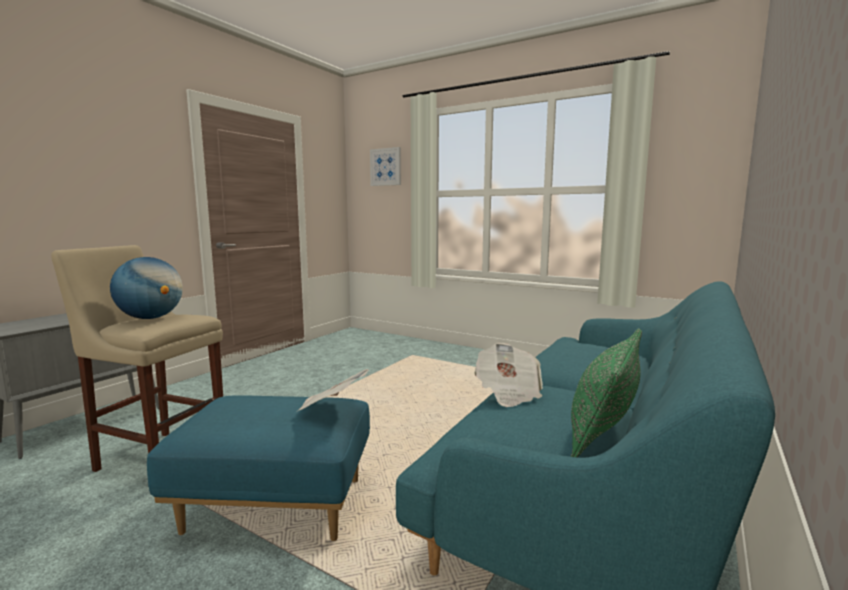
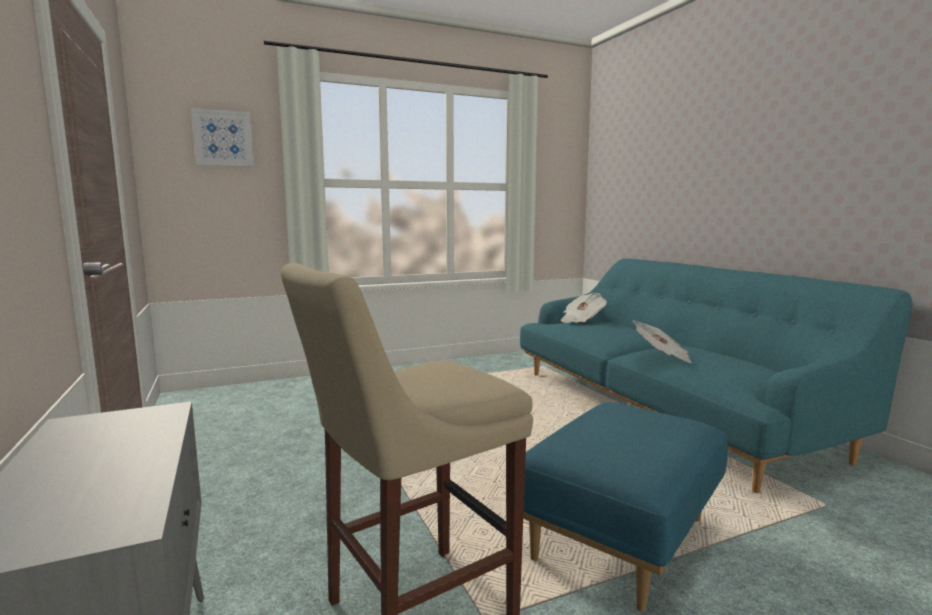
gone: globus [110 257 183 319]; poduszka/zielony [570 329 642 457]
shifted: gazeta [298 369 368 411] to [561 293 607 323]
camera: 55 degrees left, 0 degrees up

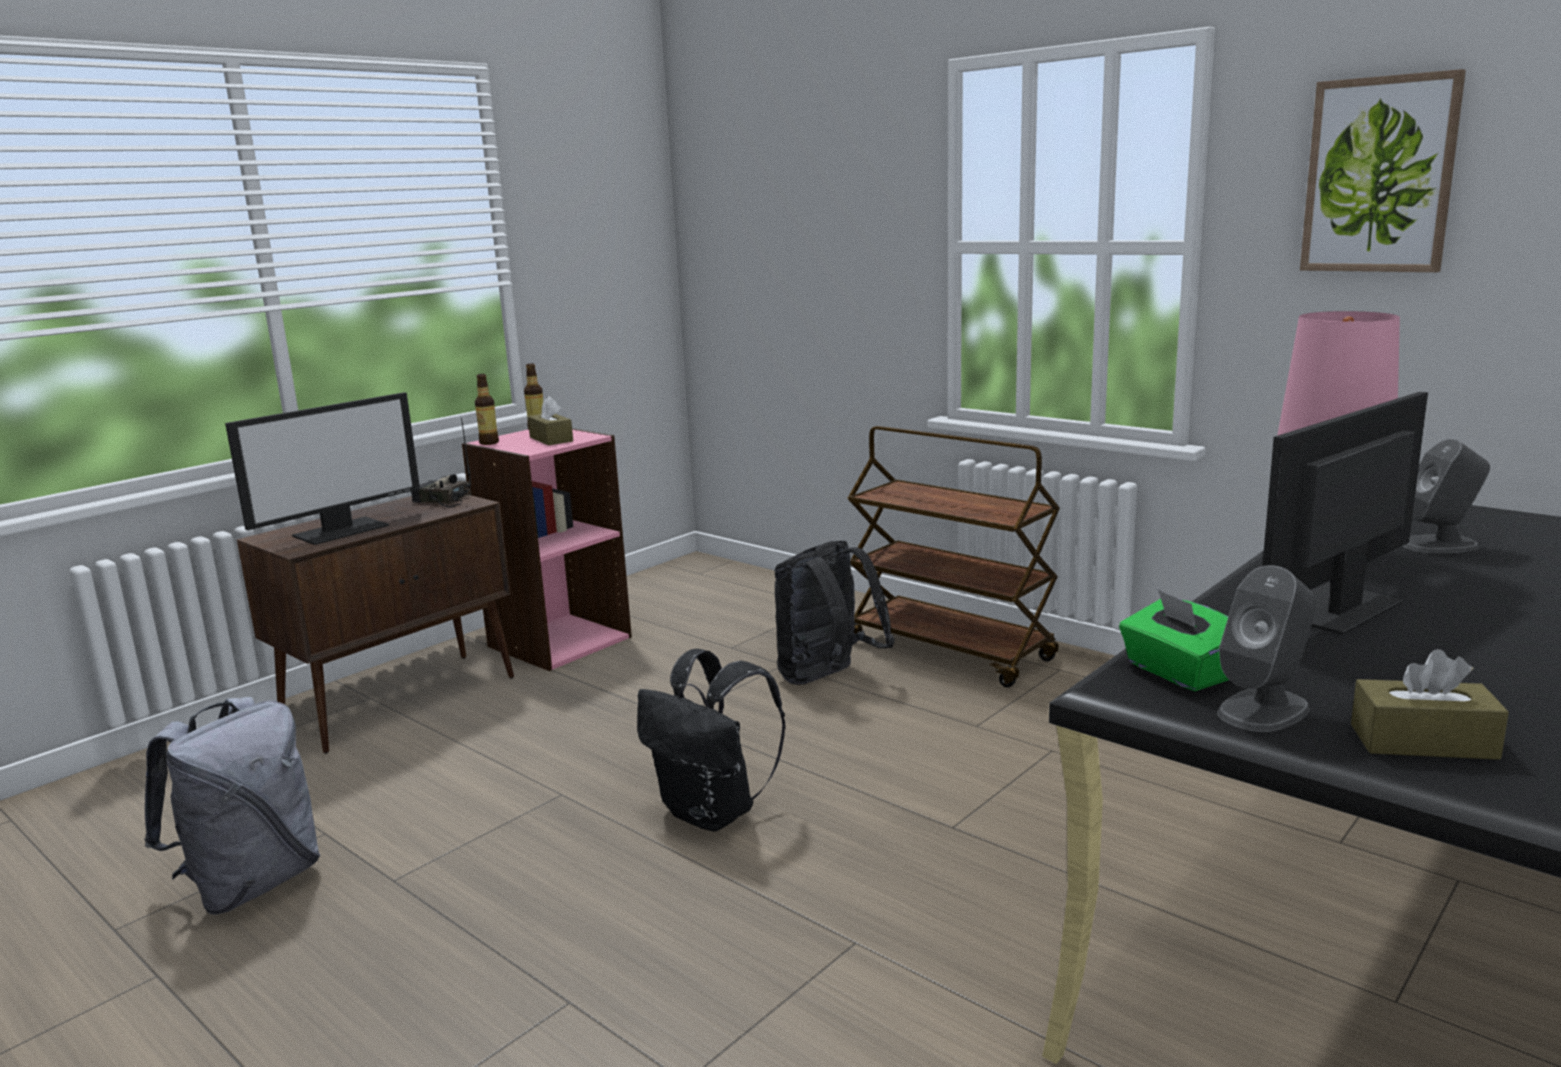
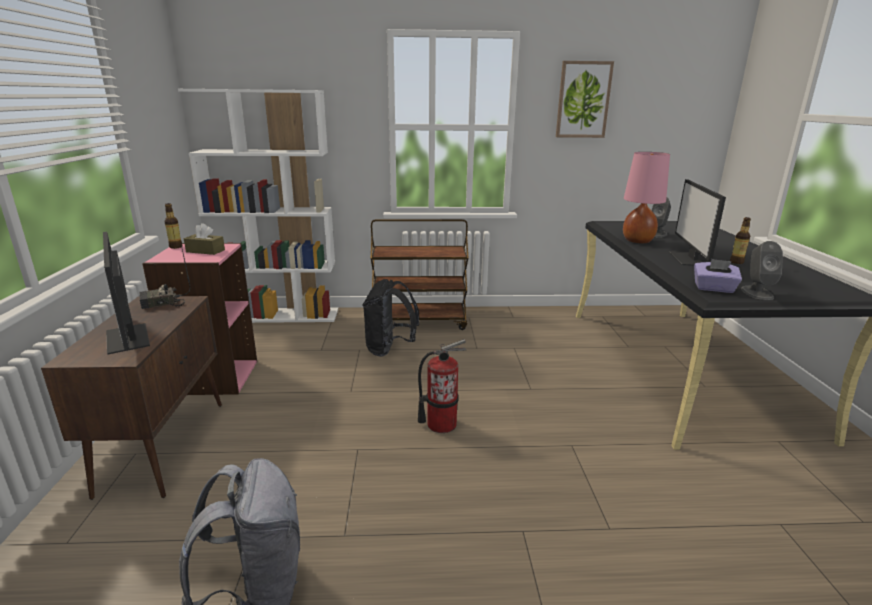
gone: pudełko chusteczek/brązowy [1351 649 1509 760]
new: regał/biały [178 89 338 323]
shifted: butelka [475 374 499 445] to [730 217 751 264]
swapped: plecak/czarny [637 649 786 832] to gaśnica [418 339 466 433]
repainted: pudełko chusteczek/zielony [1119 589 1229 691] to pudełko chusteczek/fioletowy [694 259 742 293]
rotated: monitor [225 392 420 545] = [103 232 150 355] 150 degrees clockwise
camera: 45 degrees left, 5 degrees up

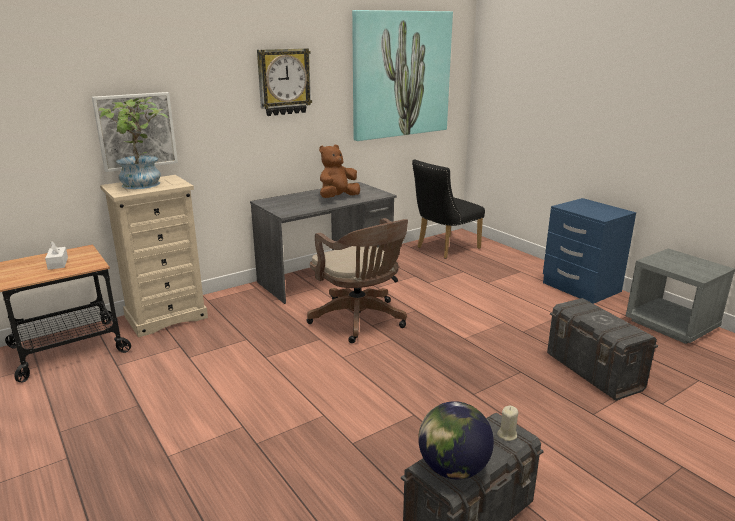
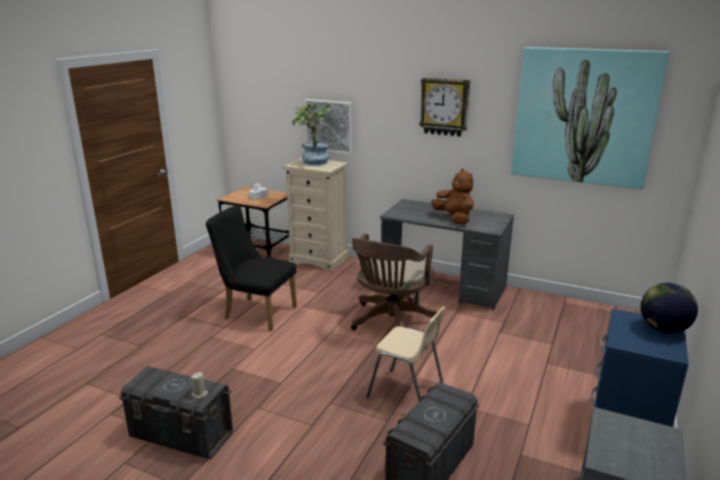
new: krzesło/beżowy [367 307 445 401]
shifted: krzesło/czarny [412 159 485 259] to [205 205 297 331]; globus [418 401 494 479] to [641 283 698 334]
rotated: pluszak/brązowy [319 145 360 198] = [432 169 474 224] 45 degrees clockwise
camera: 60 degrees right, 0 degrees up

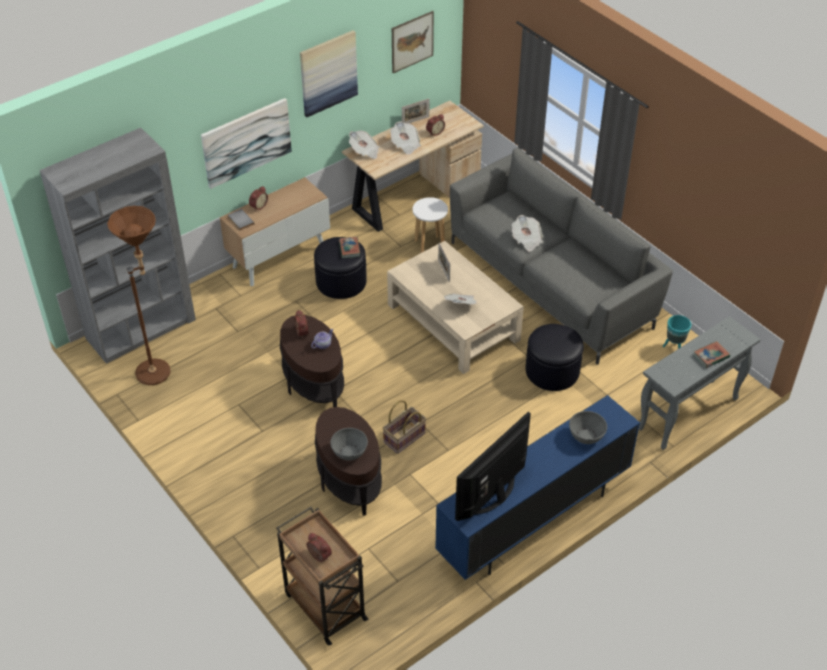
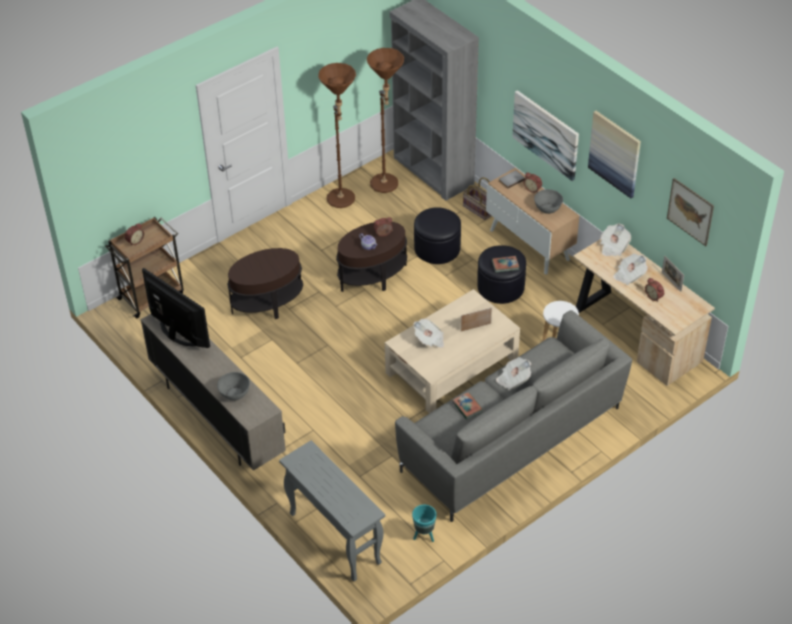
new: lampa stojąca/brązowy [318 63 356 208]
shifted: miska/szary [330 428 368 461] to [534 189 563 214]; koszyk [382 400 426 454] to [463 177 491 220]; pufa/czarny [526 324 584 391] to [414 207 461 264]; książka [693 341 730 368] to [452 392 483 420]
repainted: szafka pod telewizor/niebieski [435 395 640 580] to szafka pod telewizor/beżowy [141 314 286 471]
camera: 90 degrees right, 0 degrees up

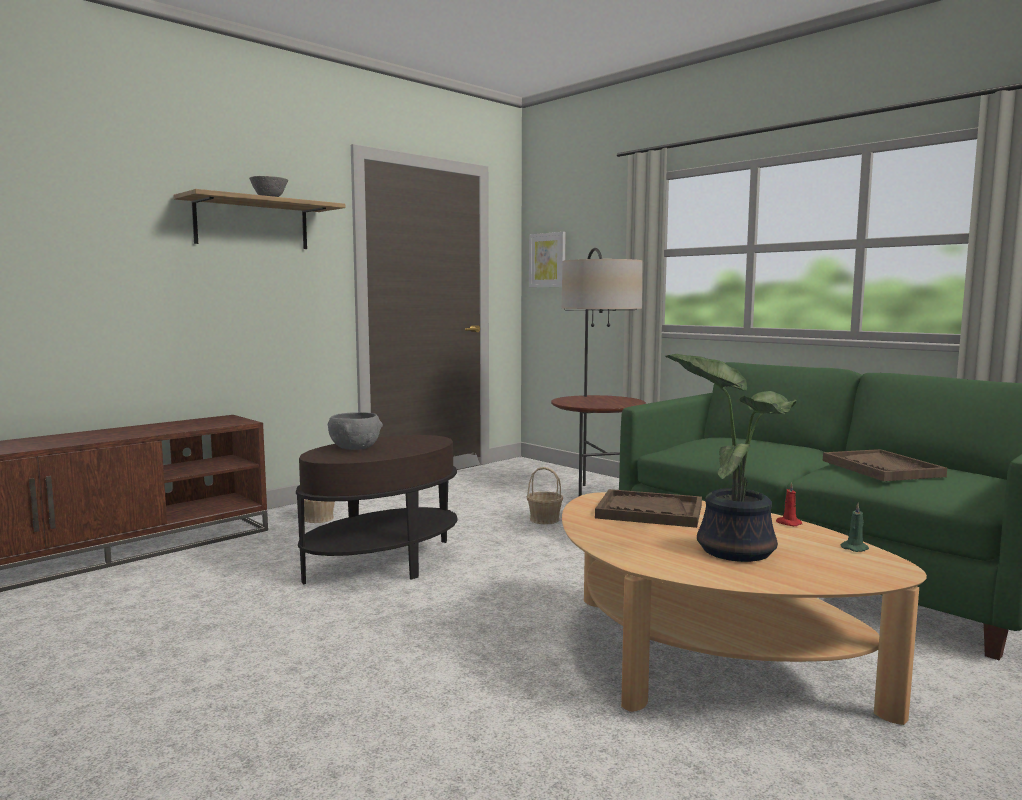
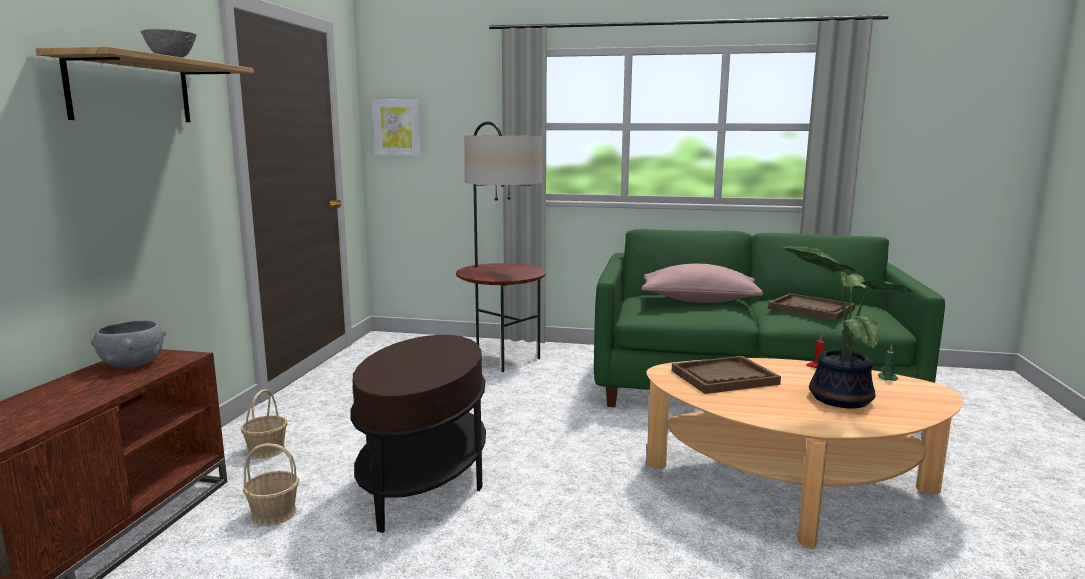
new: poduszka/różowy [642 264 763 303]
shifted: miska/szary [328 412 383 450] to [91 320 166 368]; koszyk [527 467 563 524] to [243 443 299 526]
camera: 35 degrees left, 5 degrees up

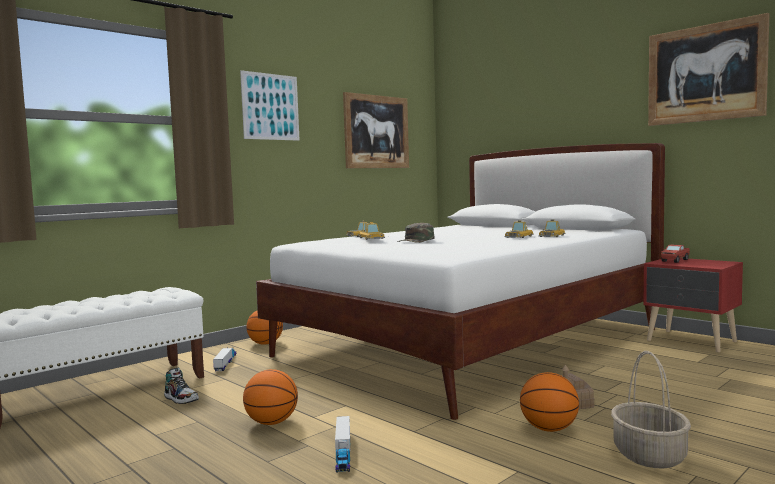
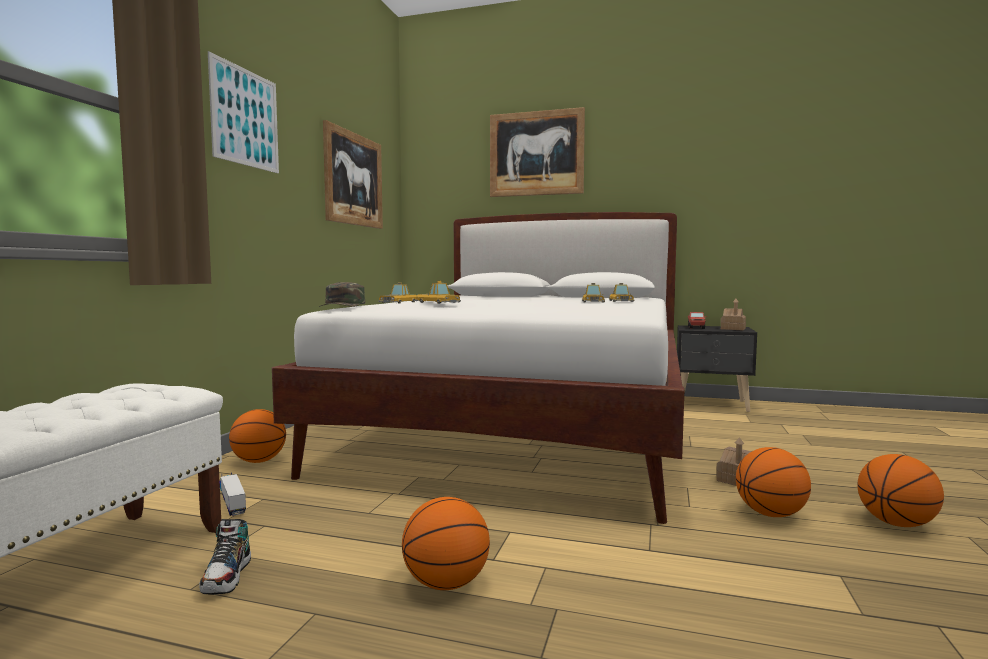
gone: ciężarówka zabawkowa [335 416 350 472]
new: domek [721 299 746 330]
shifted: czapka z daszkiem/zielony [397 223 434 243] to [319 282 365 307]; obraz [648 13 769 126] to [490 107 585 197]
swapped: koszyk [611 351 691 469] to piłka do koszykówki [857 454 944 527]
repainted: szafka nocna/czerwony [643 258 743 352] to szafka nocna/czarny [677 325 757 412]
rotated: but [164 367 199 404] = [199 519 251 595] 75 degrees clockwise
camera: 30 degrees left, 0 degrees up

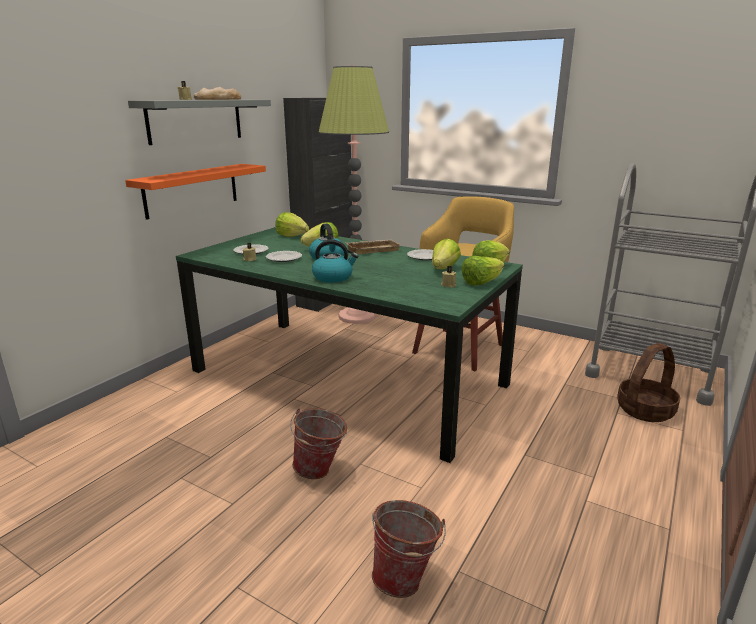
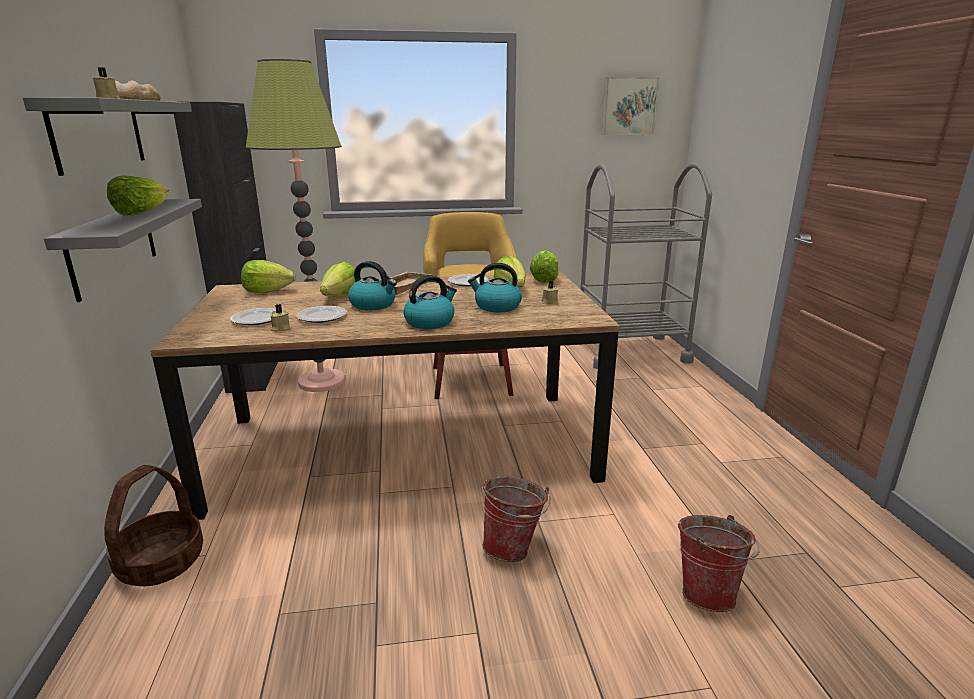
new: czajnik [468 263 522 313]; obraz [601 77 659 135]
shifted: sałata [461 256 504 285] to [107 175 169 216]; koszyk [617 343 680 422] to [104 465 203 586]
repainted: półka/pomarańczowy [125 164 266 220] to półka/szary [44 199 202 302]; stół jadalny/zielony [176 227 523 463] to stół jadalny/brązowy [150 272 620 520]
camera: 40 degrees left, 0 degrees up

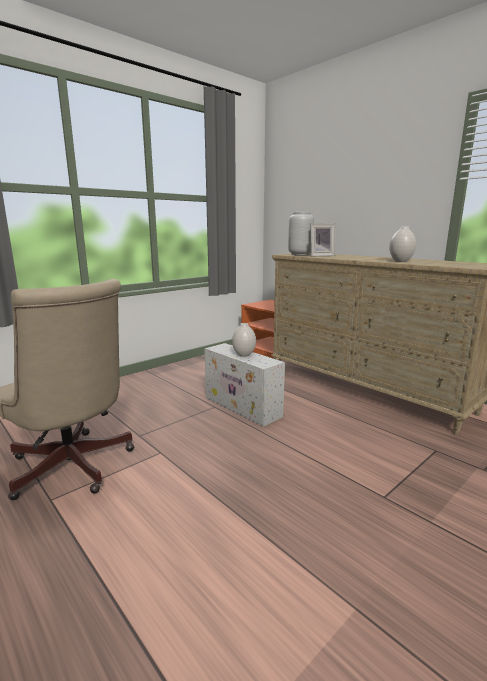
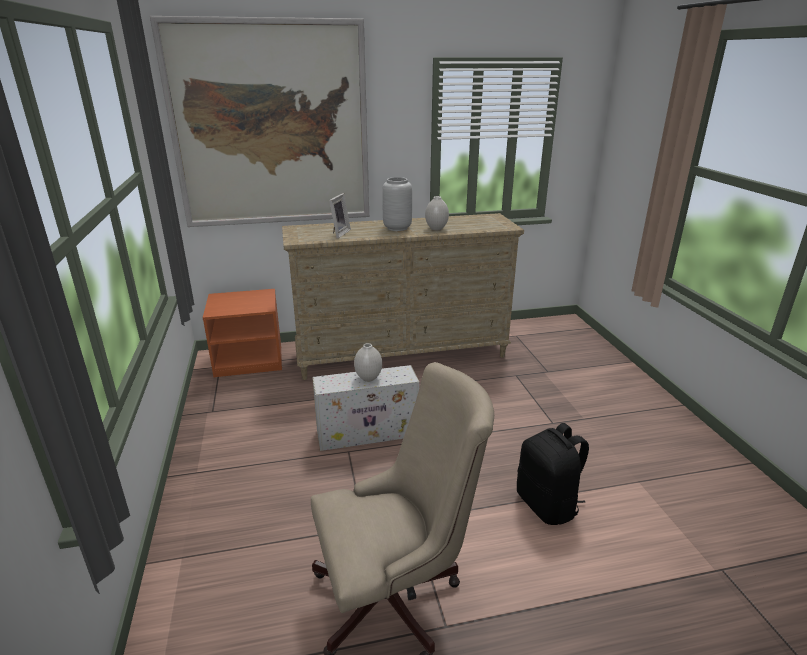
new: obraz [150 16 369 227]; plecak/czarny [517 423 589 525]
shifted: wazon/szary [288 212 314 255] to [382 177 412 231]
camera: 60 degrees left, 10 degrees up

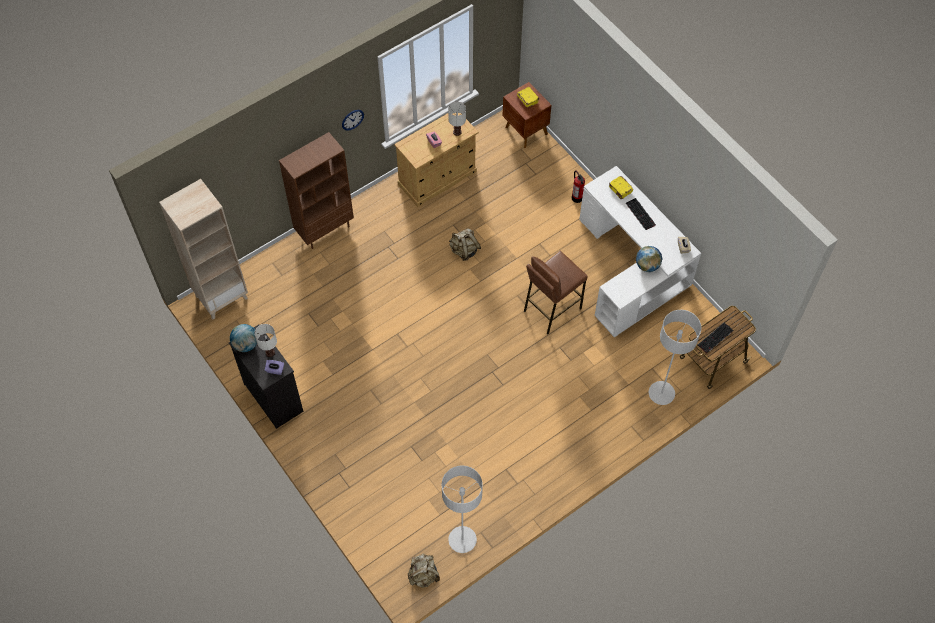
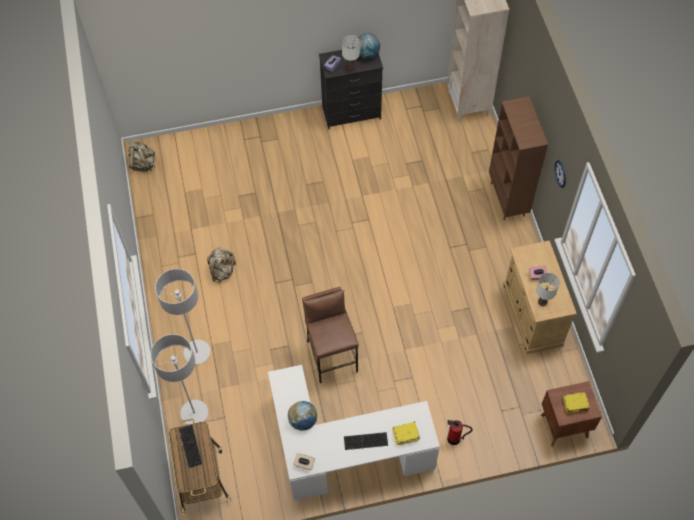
shifted: lampa stojąca/szary [442 466 483 553] to [155 269 211 364]; plecak/beżowy [449 228 481 261] to [207 248 237 283]
camera: 115 degrees right, 0 degrees up

